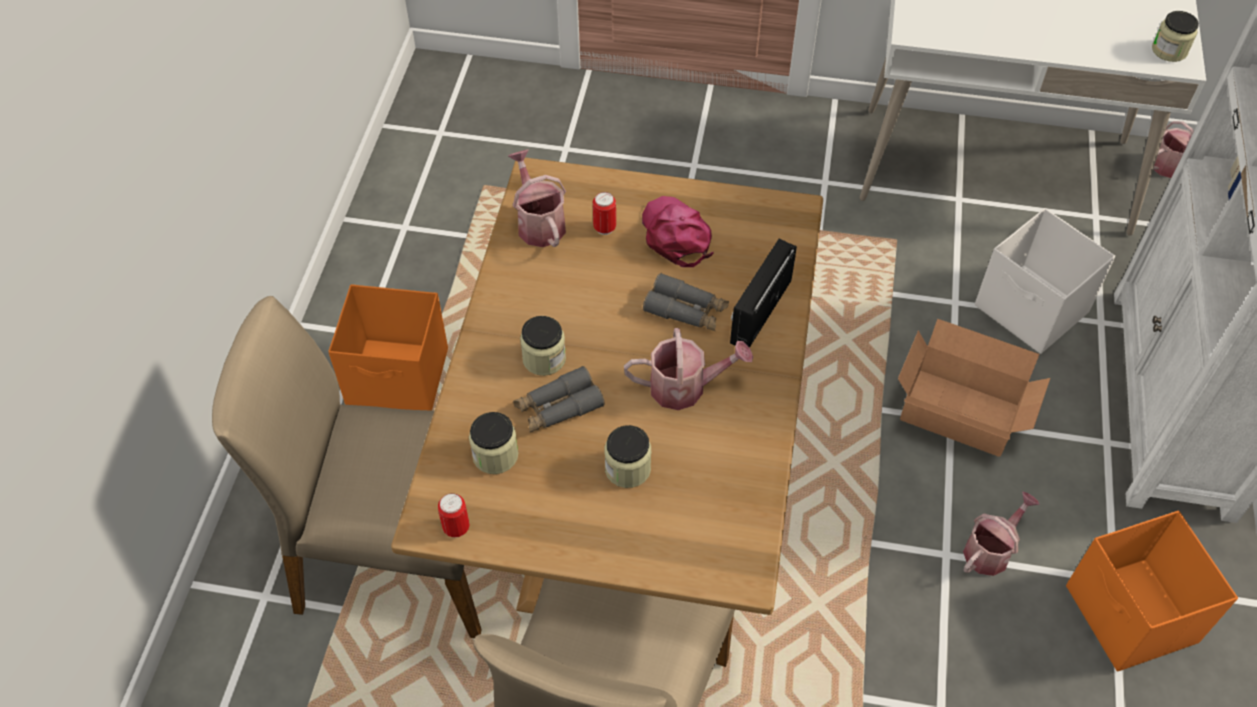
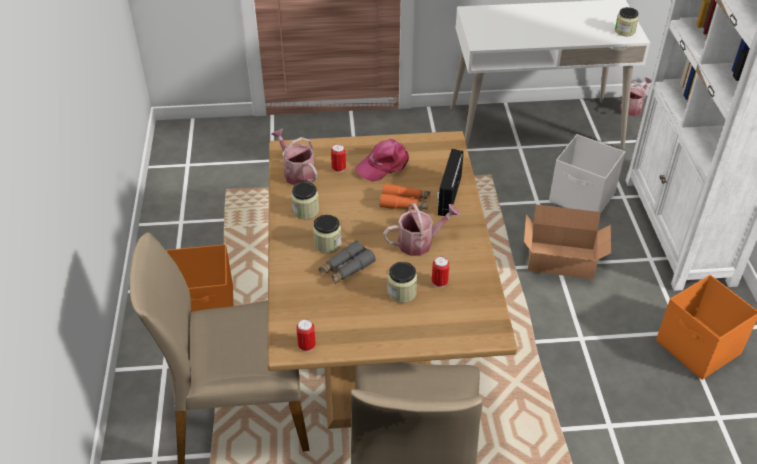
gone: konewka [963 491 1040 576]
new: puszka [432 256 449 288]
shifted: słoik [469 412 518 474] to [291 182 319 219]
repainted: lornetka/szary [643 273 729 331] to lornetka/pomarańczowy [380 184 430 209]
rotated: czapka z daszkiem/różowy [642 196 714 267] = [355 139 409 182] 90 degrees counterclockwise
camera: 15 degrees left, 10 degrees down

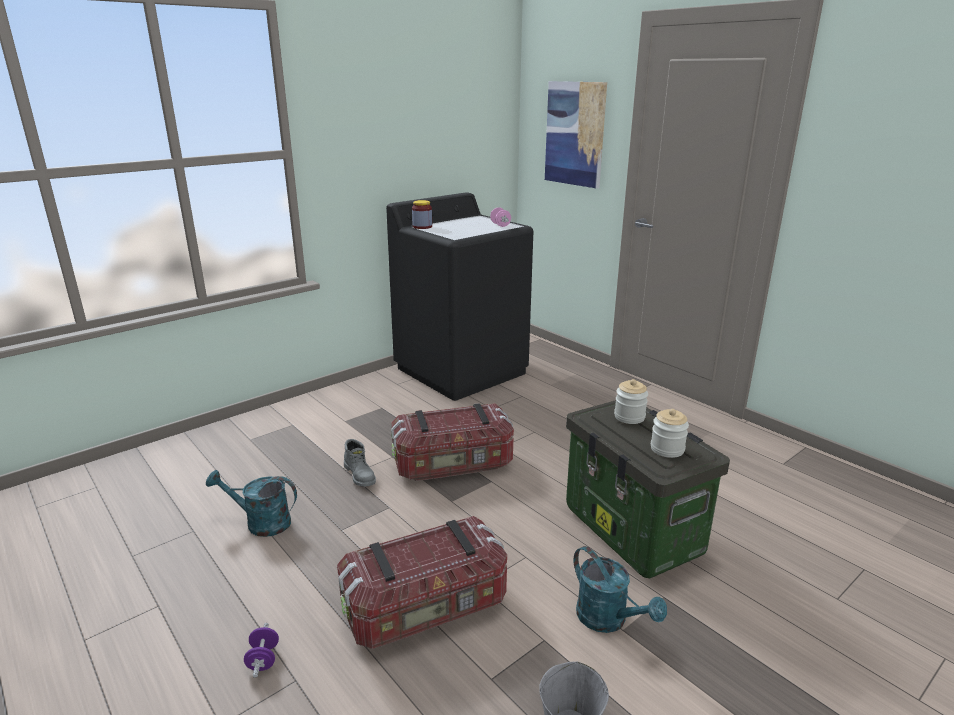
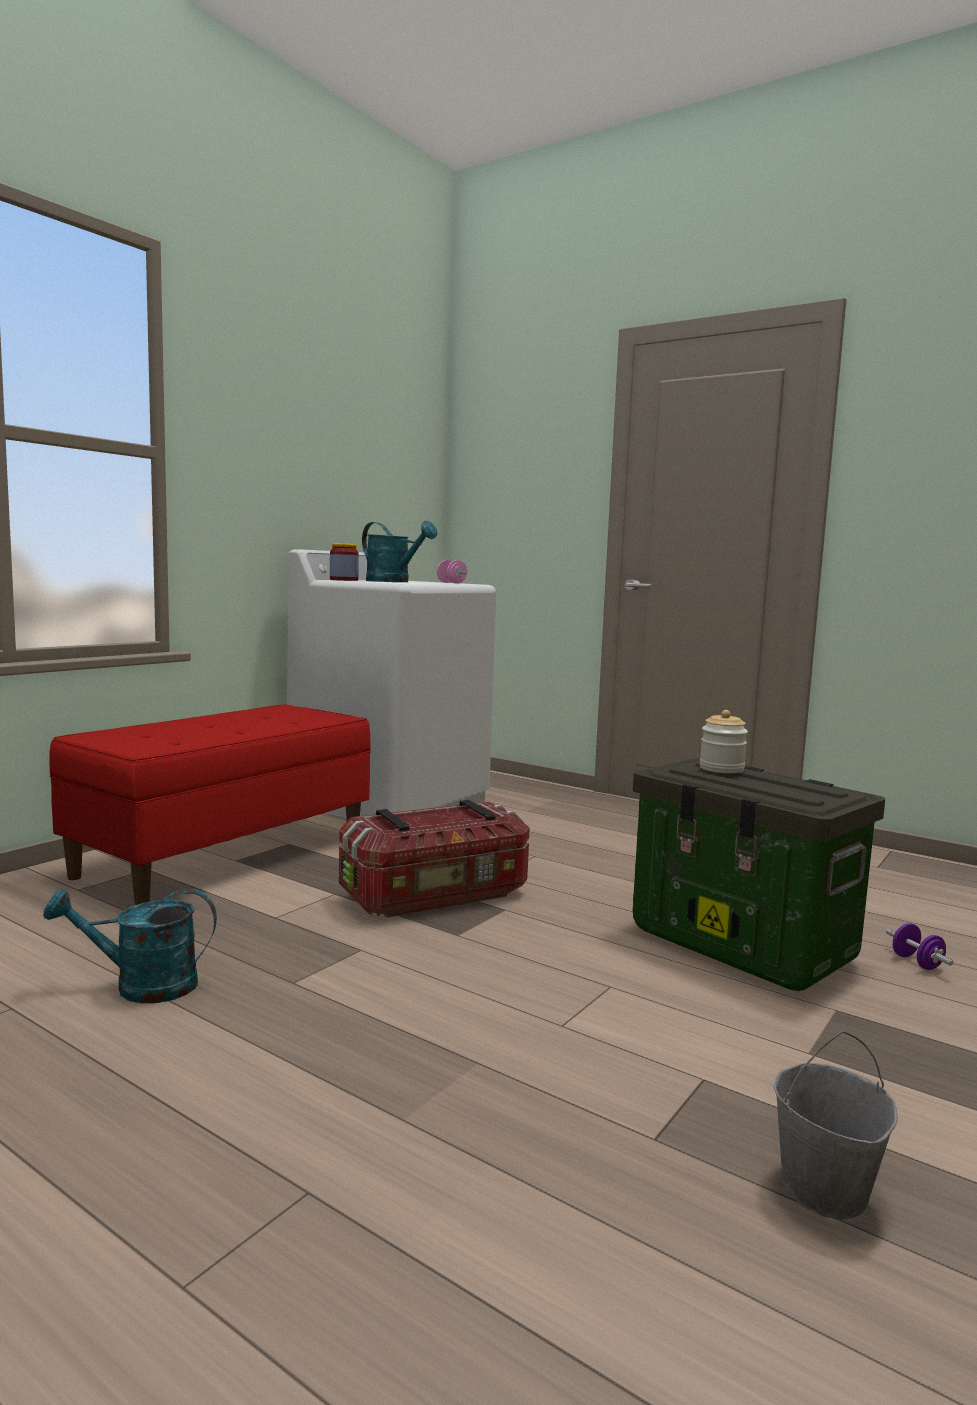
gone: pojemnik do przechowywania [337 516 507 649]; but z cholewką/szary [344 439 376 486]; obraz [545 81 607 189]; słoik [651 409 689 458]
new: ławka/czerwony [49 704 371 905]
shifted: hantel/fioletowy [244 623 279 678] to [886 923 953 970]; konewka/turkusowy [574 546 667 633] to [362 521 437 582]
repainted: pralka/czarny [386 192 533 401] to pralka/biały [287 549 497 818]
camera: 15 degrees left, 15 degrees down

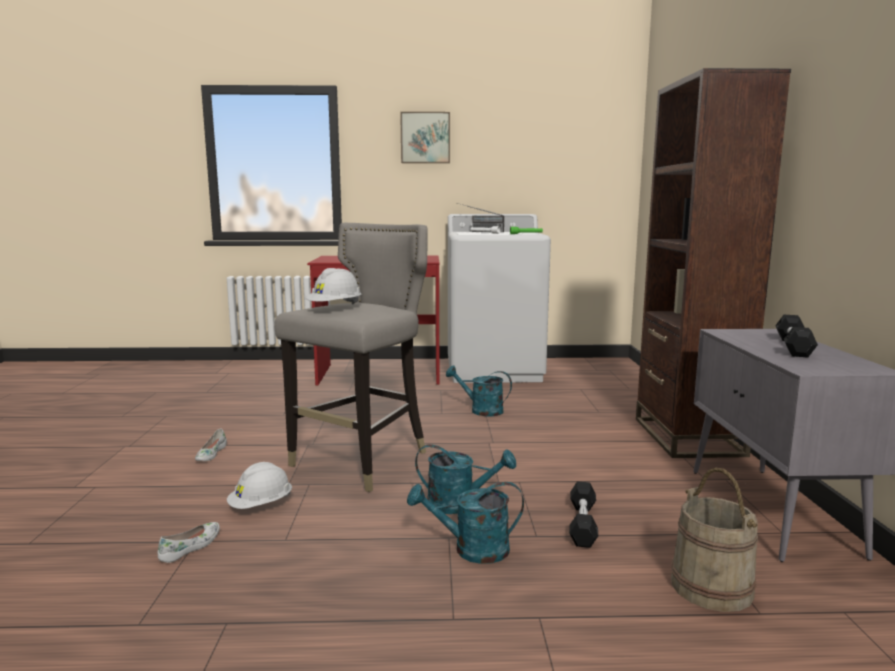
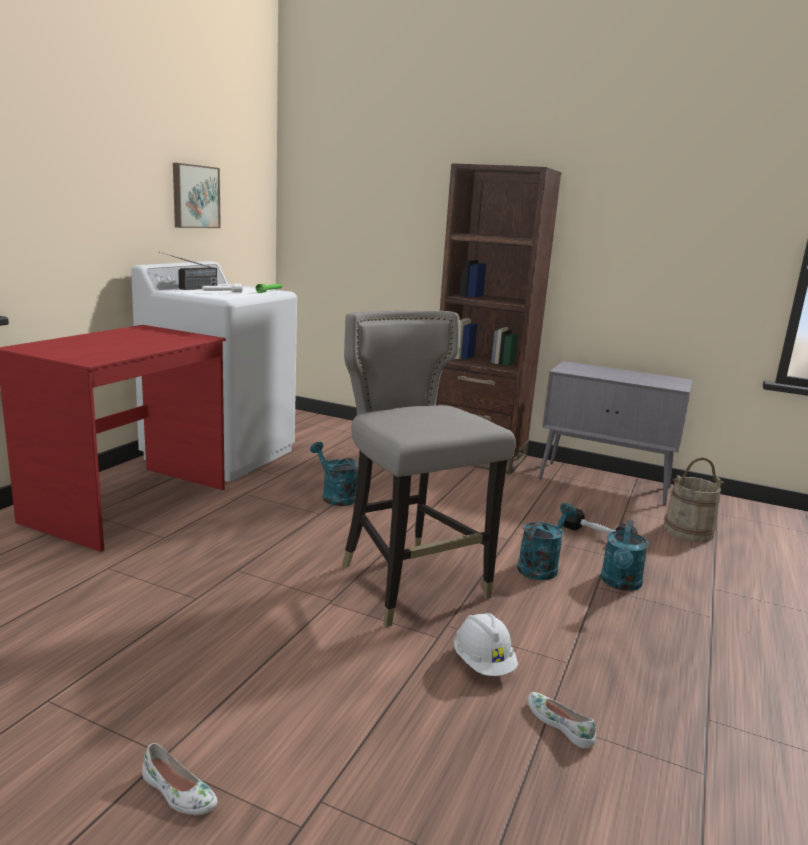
gone: kask/biały [306 268 361 304]; hantel/czarny [775 315 818 358]
shifted: but/biały [195 428 227 461] to [142 743 218 815]; obraz [400 112 450 163] to [173 163 221 228]
rotated: konewka/turkusowy [446 366 512 417] = [310 442 358 506] 90 degrees clockwise
camera: 65 degrees left, 5 degrees up

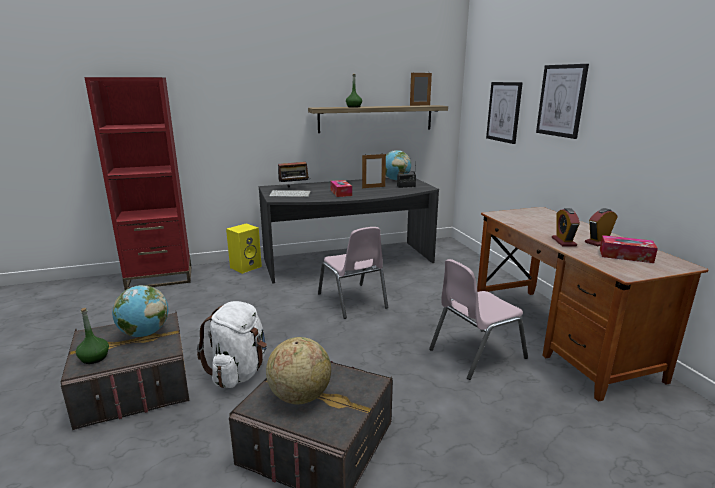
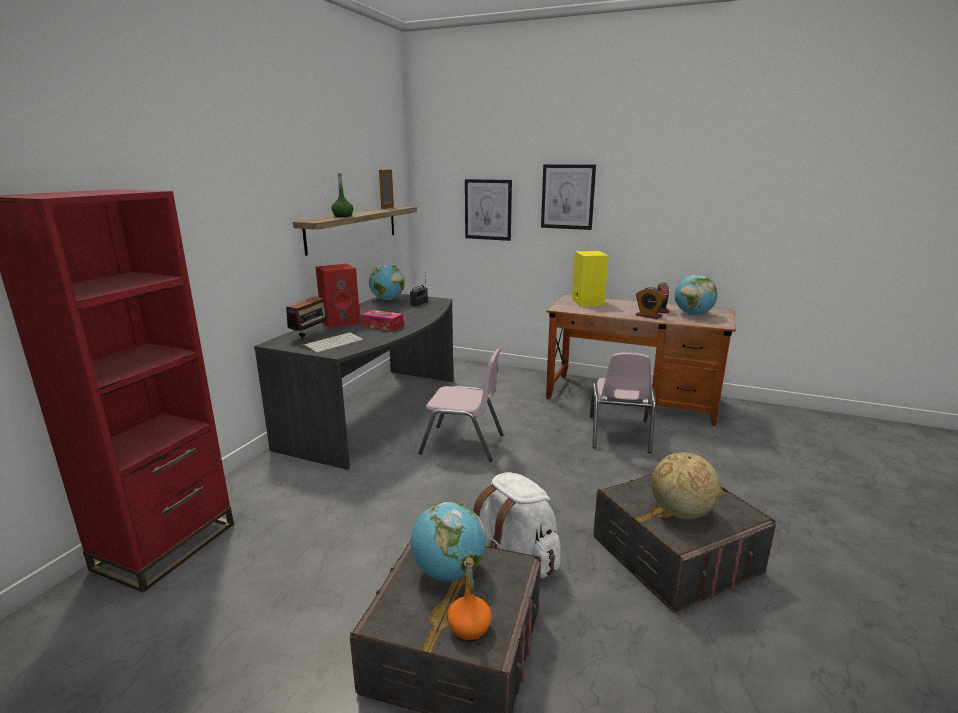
gone: ramka na zdjęcie [362 154 386 188]
new: głośnik/czerwony [316 264 360 328]
shifted: głośnik/żółty [226 223 262 274] to [572 251 609 306]
swapped: pudełko chusteczek [600 235 658 263] to globus [675 275 718 315]
repainted: butelka/zielony [76 308 109 364] to butelka/pomarańczowy [447 557 492 642]
camera: 50 degrees left, 0 degrees up

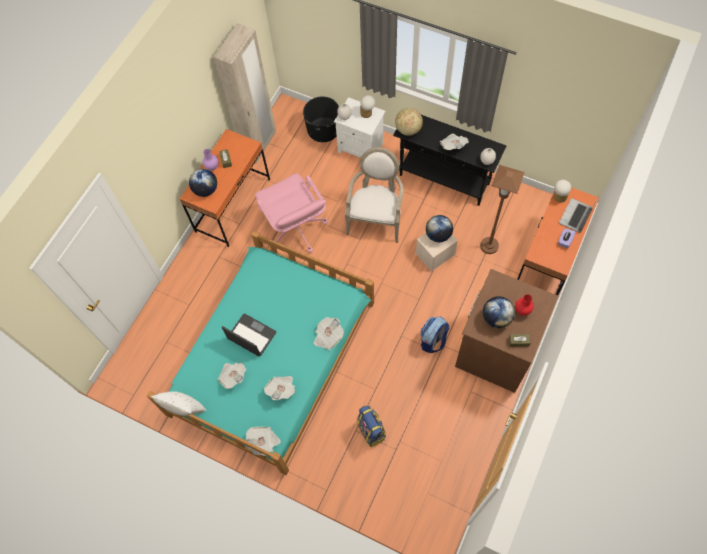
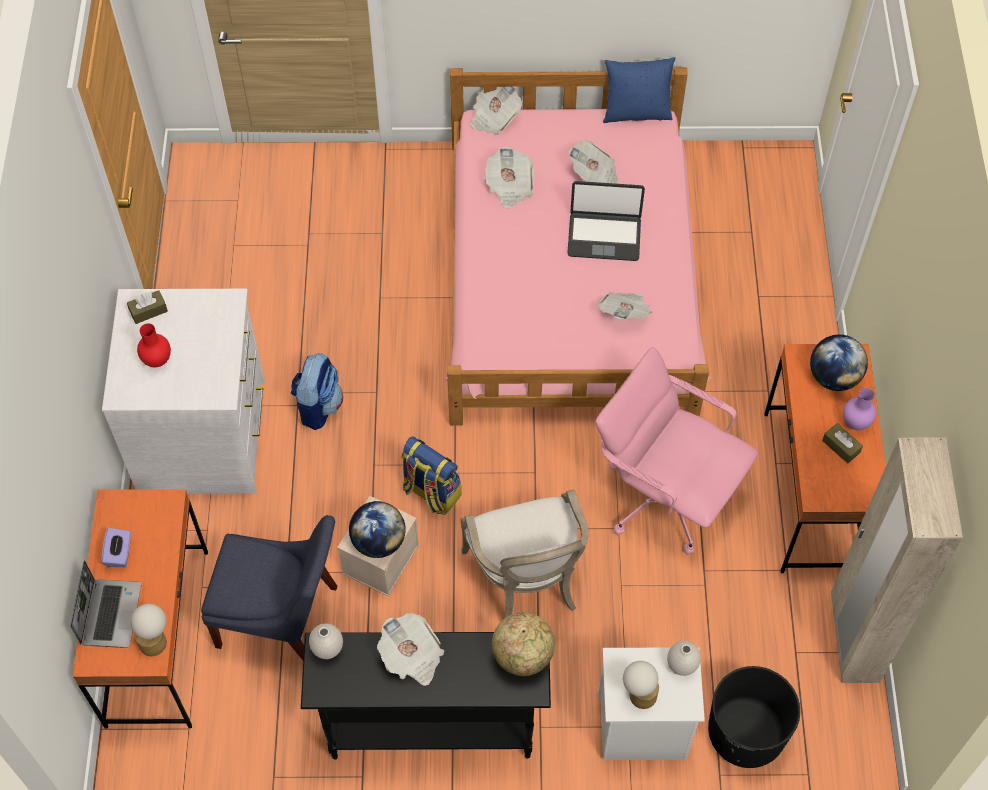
gone: globus [483 296 515 328]
shifted: gazeta [314 317 344 350] to [598 292 652 319]; plecak [357 406 386 447] to [401 436 462 515]
swapped: lampa stojąca/brązowy [480 165 525 254] to krzesło/niebieski [201 515 337 660]
repainted: łóżko/turkusowy [147 231 374 475] to łóżko/różowy [445 67 712 426]; poduszka/biały [151 391 207 416] to poduszka/niebieski [603 57 676 123]; komoda/brązowy [455 269 558 393] to komoda/biały [102 289 265 494]
camera: 150 degrees right, 5 degrees down

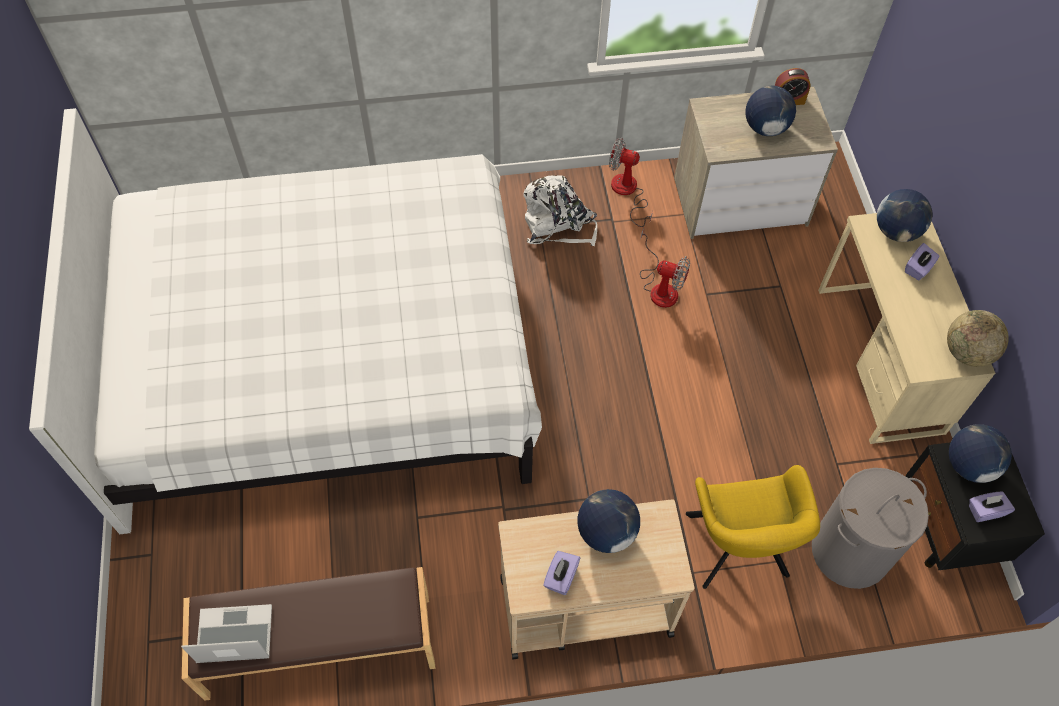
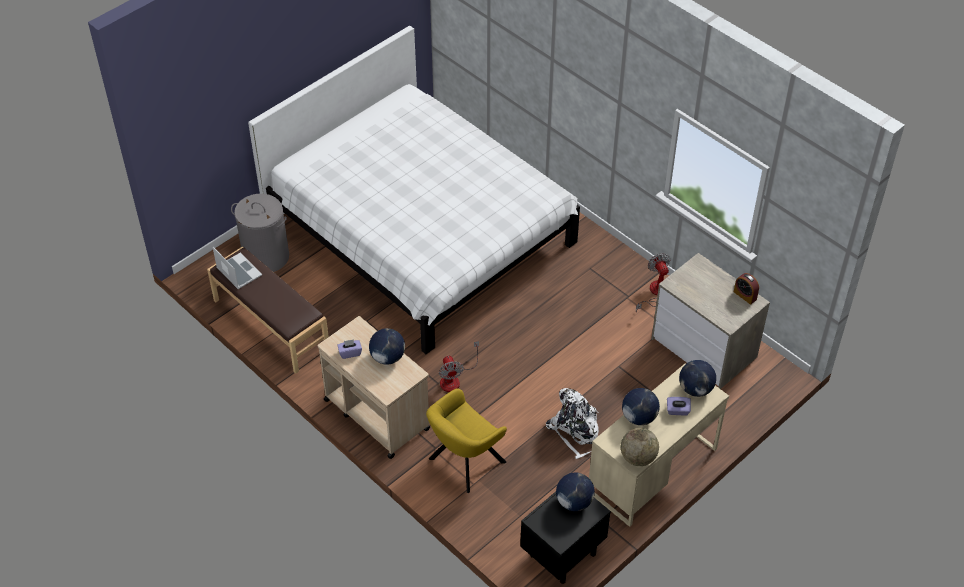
gone: pudełko chusteczek/fioletowy [969 492 1015 522]
shifted: plecak/biały [523 175 597 246] to [546 388 599 459]; wentylator [640 228 690 308] to [439 341 479 392]; globus [745 86 796 136] to [622 388 660 425]; kosz na pranie/szary [812 468 929 589] to [231 194 289 272]
camera: 55 degrees right, 10 degrees down

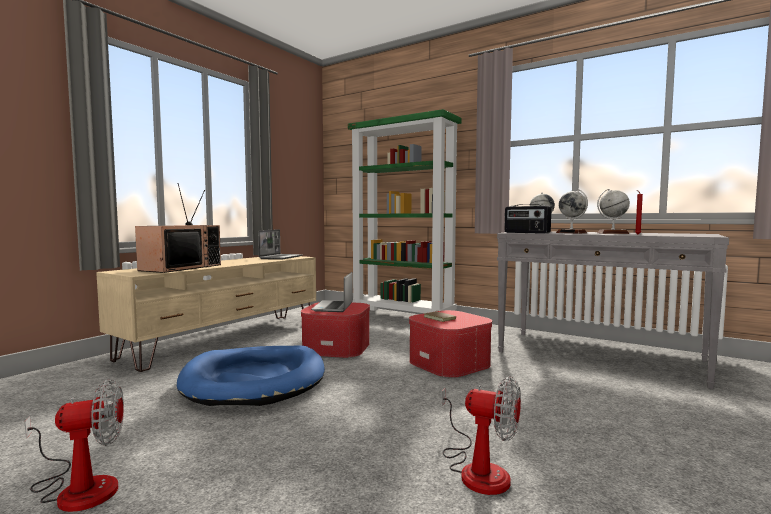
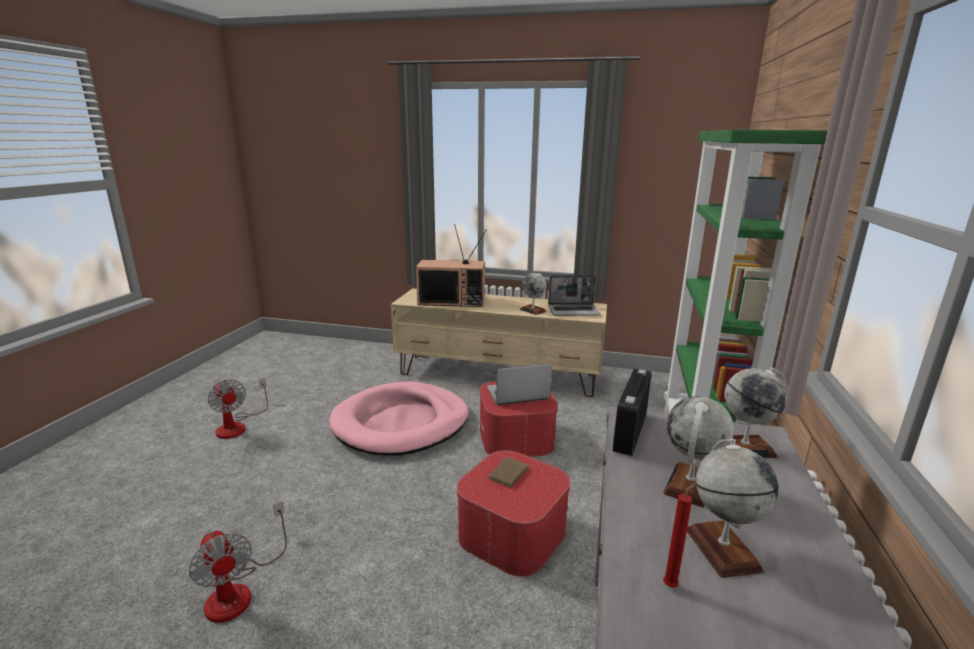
new: globus [520 273 546 315]
repainted: legowisko/niebieski [177 345 325 406] to legowisko/różowy [330 382 469 456]
rotated: wentylator [442 376 521 495] = [189 501 286 623] 45 degrees counterclockwise
camera: 70 degrees right, 15 degrees up

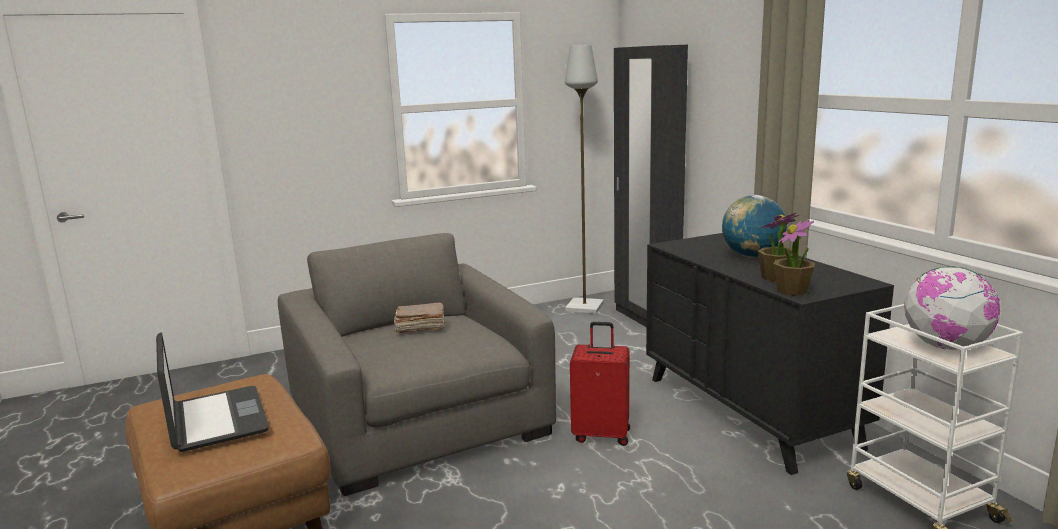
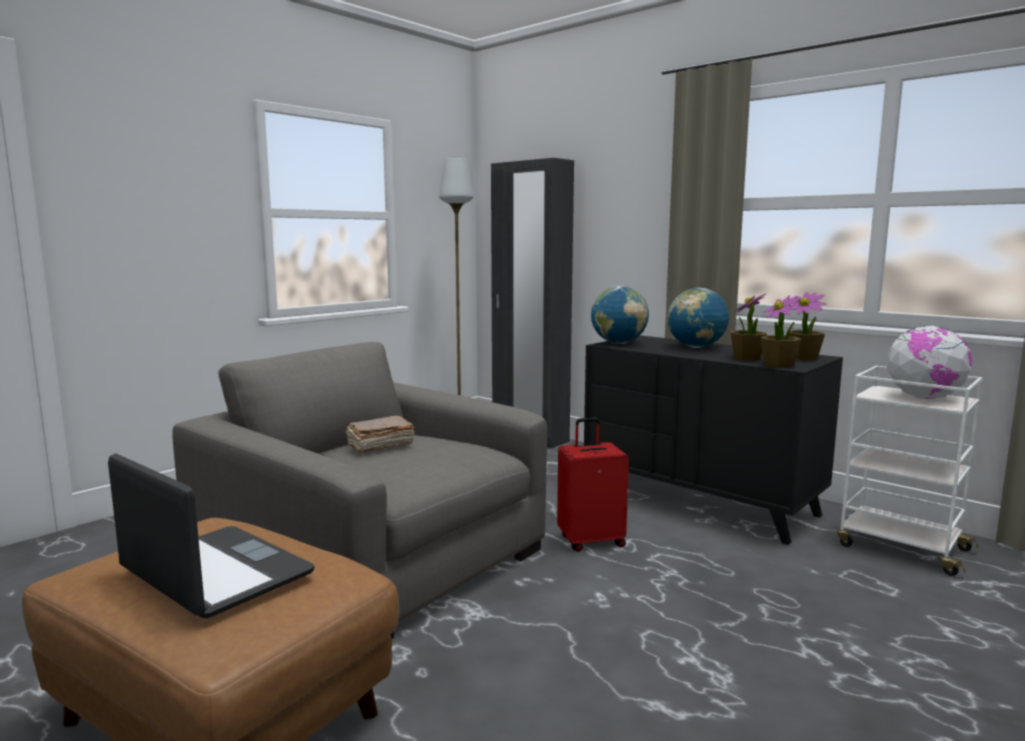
new: globus [591 286 649 344]; roślina doniczkowa [788 292 827 361]
camera: 25 degrees left, 5 degrees down

